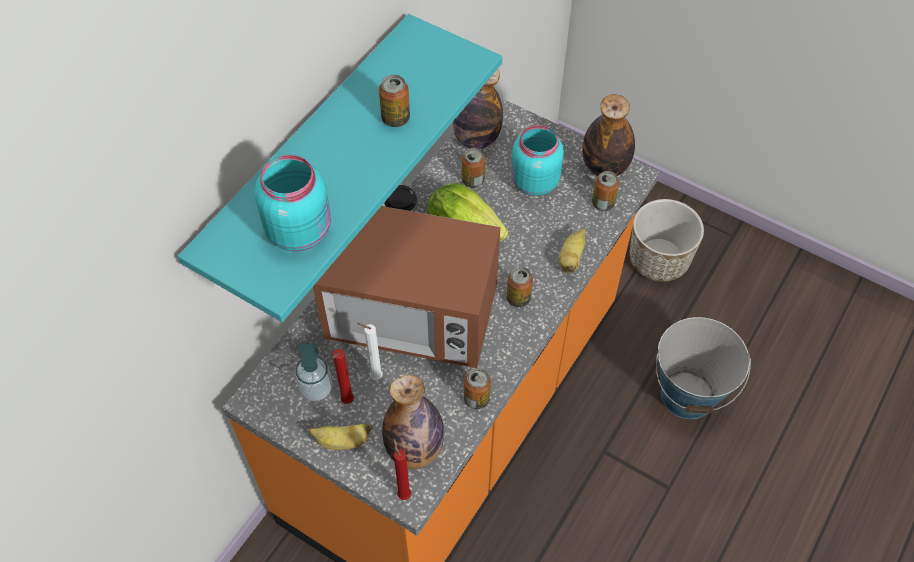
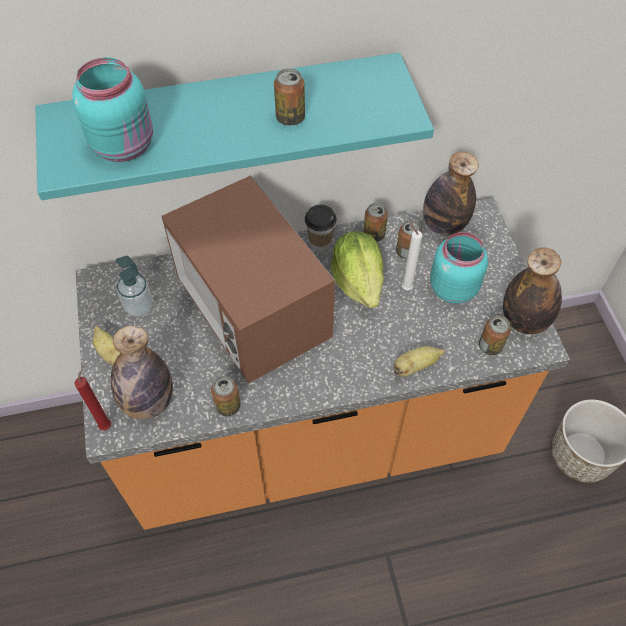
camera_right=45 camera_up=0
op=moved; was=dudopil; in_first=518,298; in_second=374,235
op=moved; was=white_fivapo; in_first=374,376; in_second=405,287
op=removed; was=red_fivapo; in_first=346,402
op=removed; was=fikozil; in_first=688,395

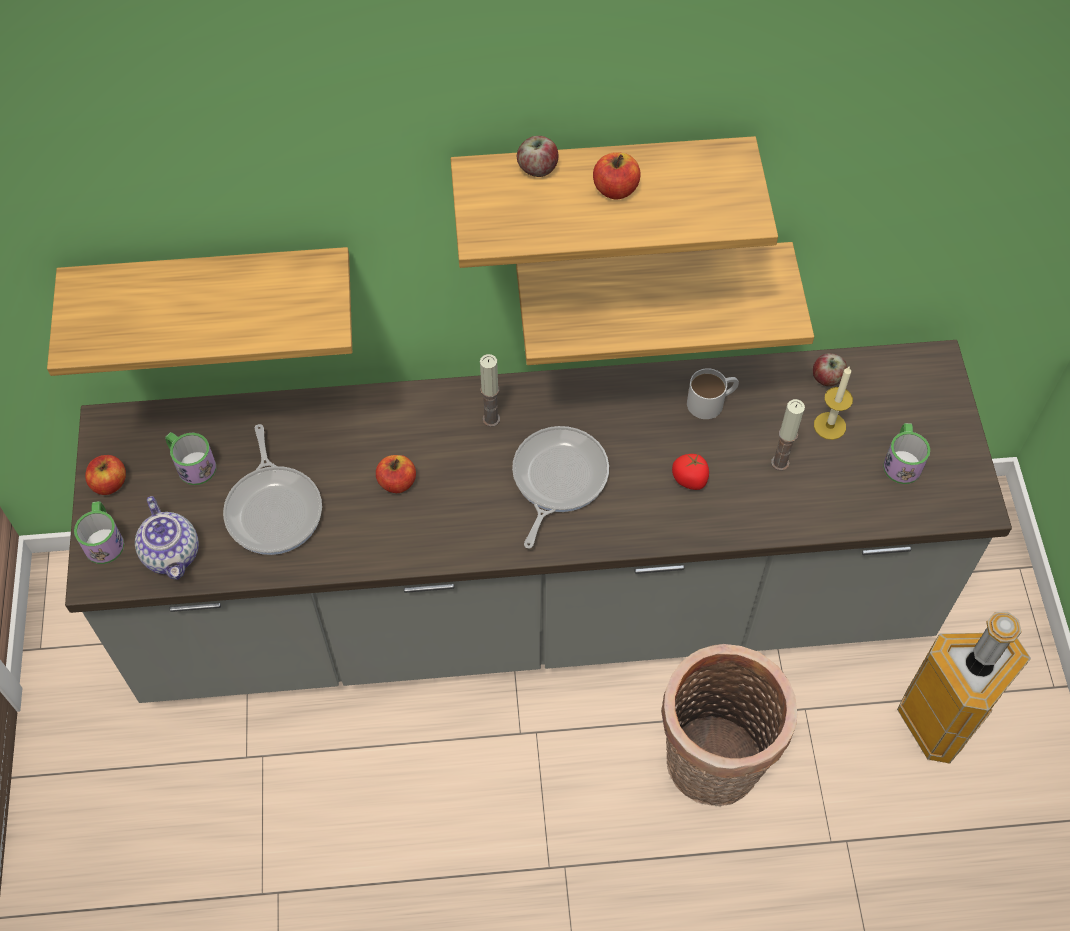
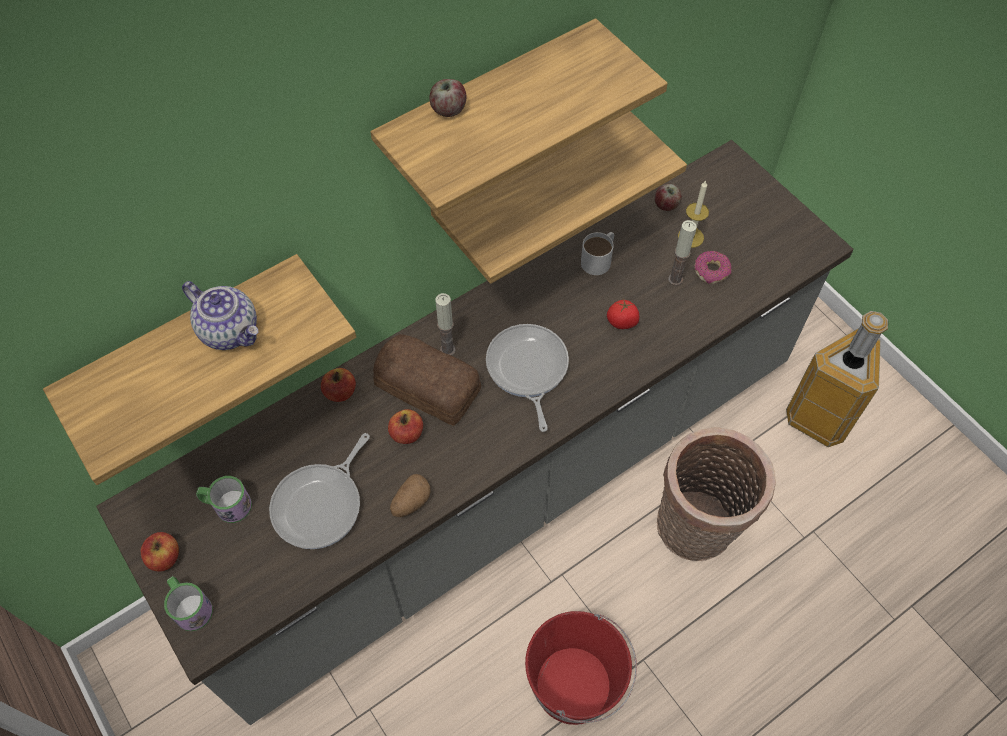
camera_right=-30 camera_up=0
op=moved; was=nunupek; in_first=173,554; in_second=230,330
op=turned; was=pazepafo; in_first=274,509; in_second=321,505; clockwise=75
op=moved; was=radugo; in_first=615,189; in_second=340,392
op=added; now=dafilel; in_second=427,385
op=added; now=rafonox; in_second=410,502
op=added; now=red_fikozil; in_second=575,685
op=added; now=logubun; in_second=711,271
op=removed; was=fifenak; in_first=902,460

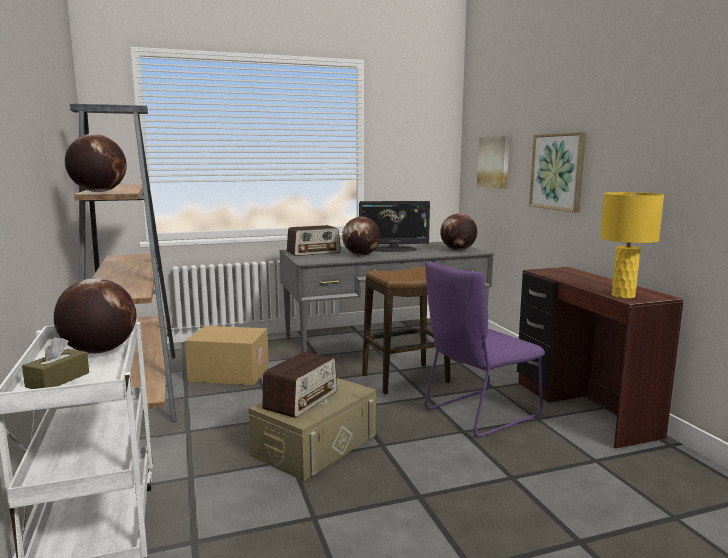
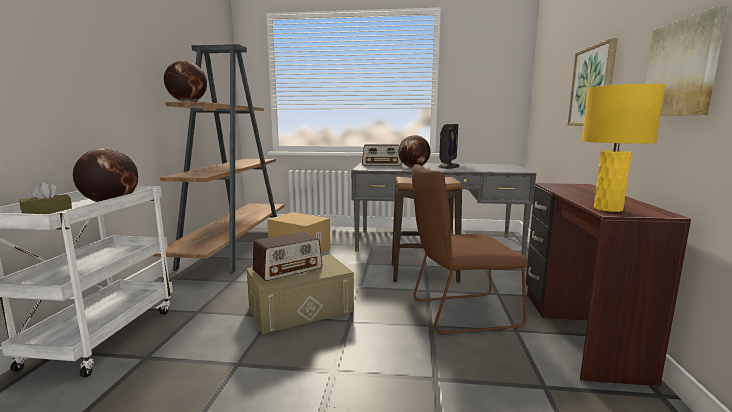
camera_right=25 camera_up=0
op=recoloured; was=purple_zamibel; now=brown_zamibel; in_first=478,413; in_second=460,313
op=turned; was=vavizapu; in_first=394,250; in_second=448,166; clockwise=-90
op=moved; was=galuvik; in_first=494,162; in_second=682,68
op=removed; was=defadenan; in_first=458,250

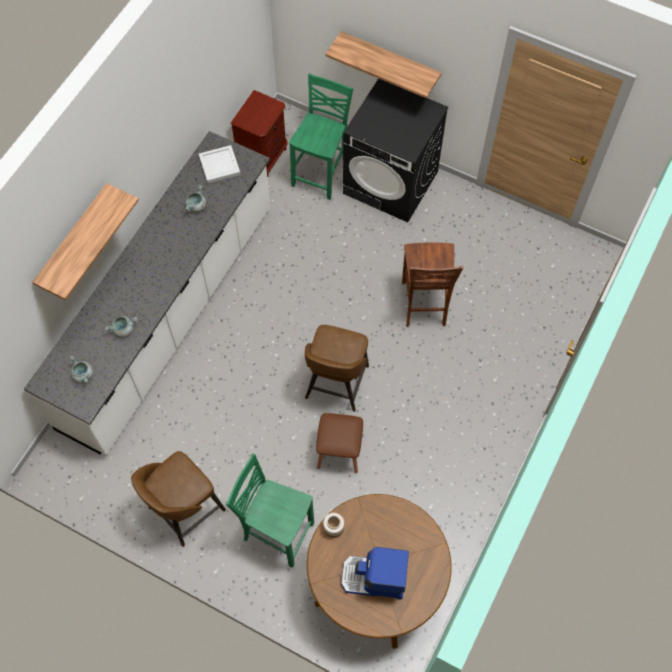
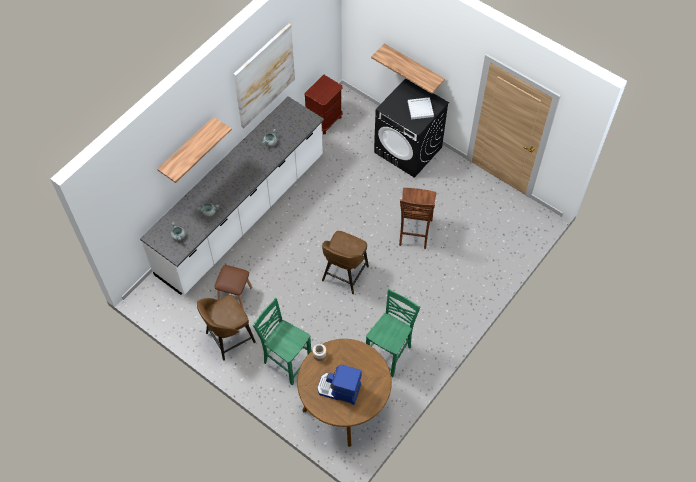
camera_right=10 camera_up=-5
op=moved; was=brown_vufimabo; in_first=339,451; in_second=235,294
op=added; now=galuvik; in_second=264,76
op=moved; was=green_zamibel; in_first=321,174; in_second=389,354
op=moved; was=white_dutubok; in_first=220,165; in_second=421,109

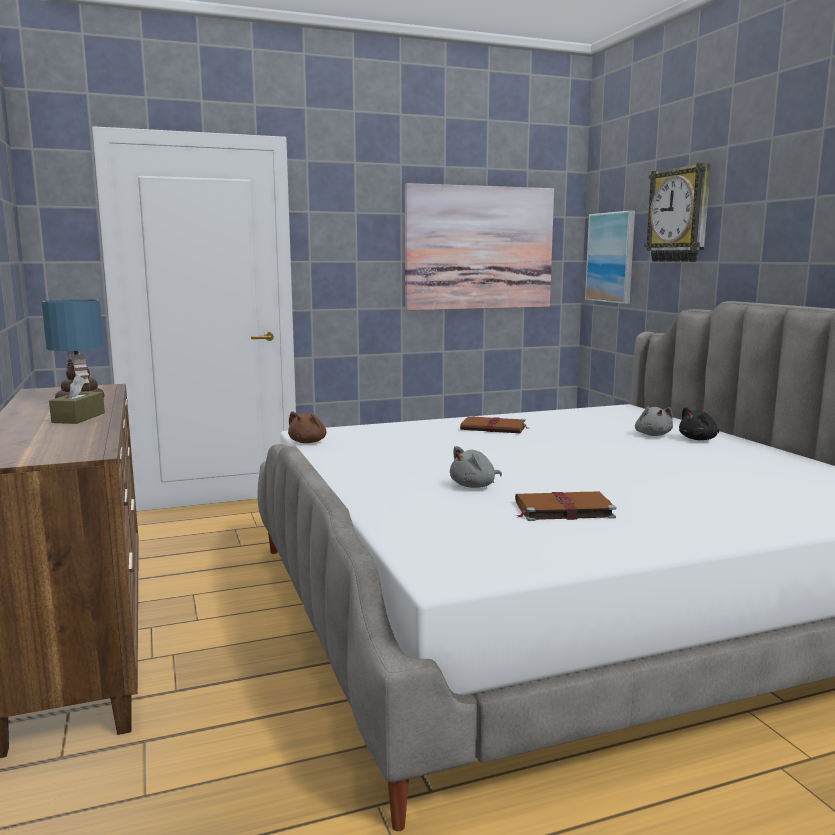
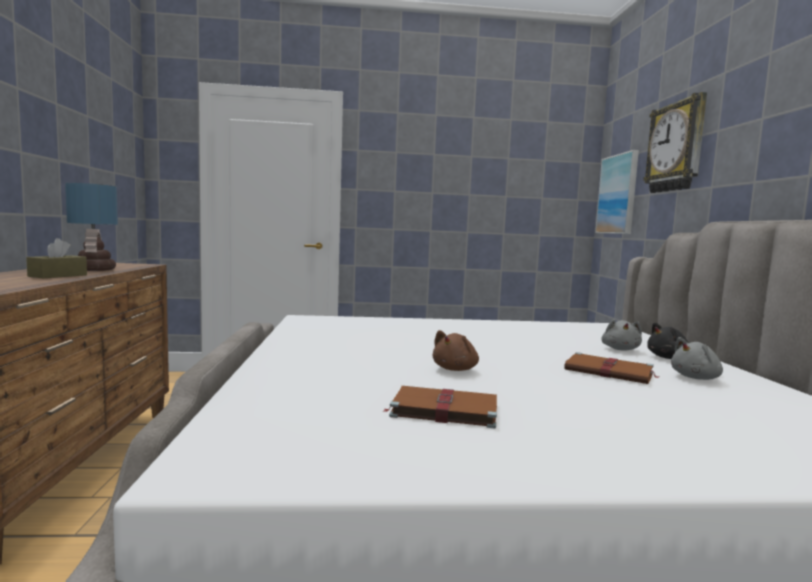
camera_right=15 camera_up=-5
op=moved; was=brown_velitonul; in_first=308,442; in_second=456,369
op=moved; was=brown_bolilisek; in_first=494,428; in_second=610,372
op=moved; was=grey_velitonul; in_first=475,486; in_second=697,378
op=removed; was=galuvik; in_first=479,248

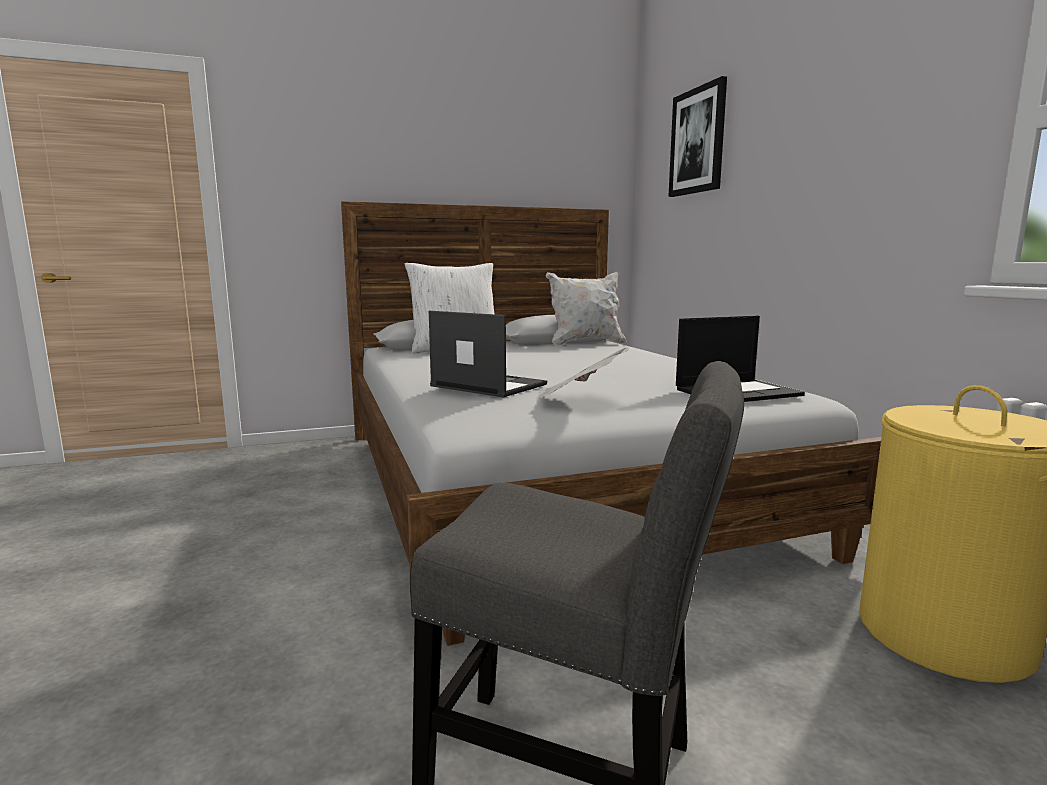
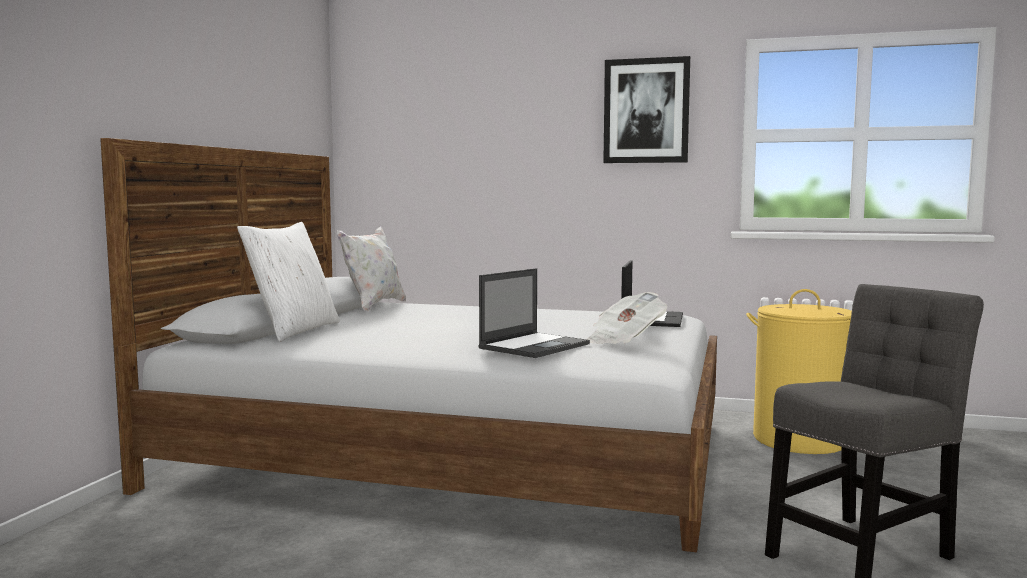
camera_right=-55 camera_up=-5
op=turned; was=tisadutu; in_first=487,385; in_second=535,346; clockwise=150
op=moved; was=galuvik; in_first=698,141; in_second=646,111

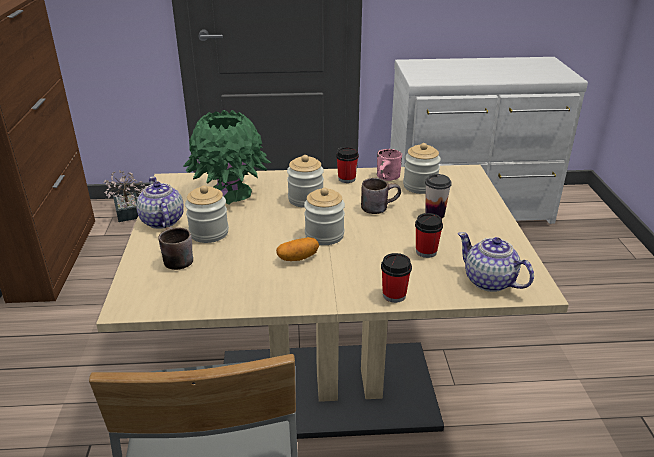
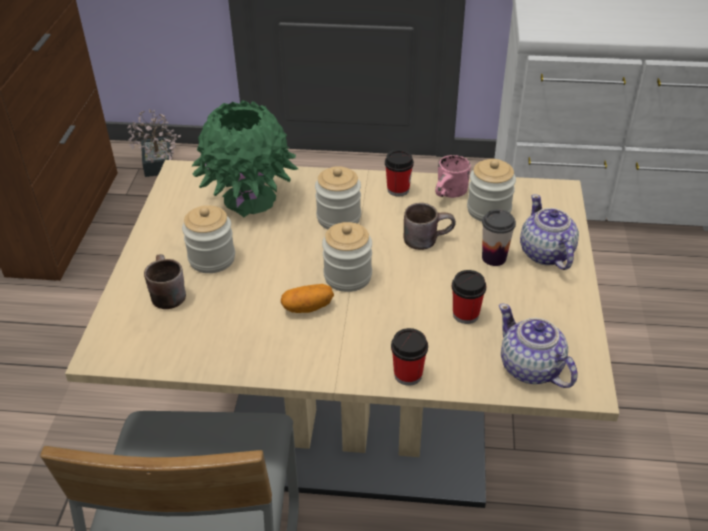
camera_right=10 camera_up=10
op=moved; was=nunupek; in_first=162,221; in_second=545,254

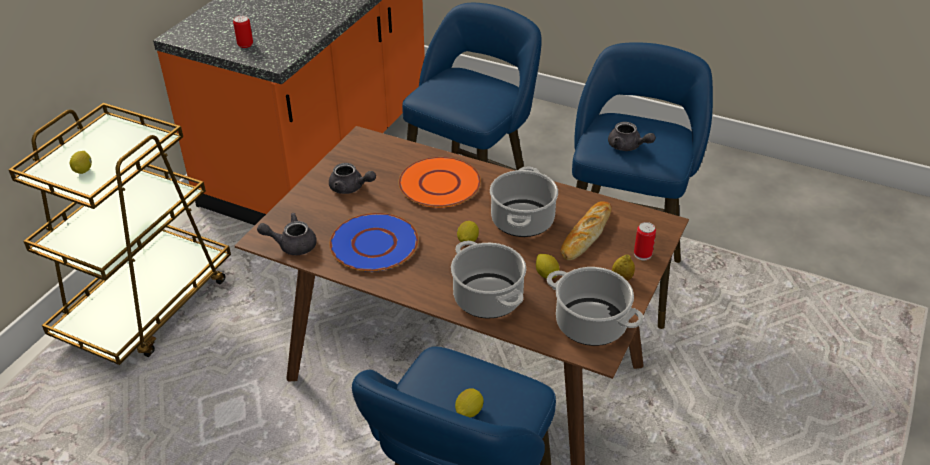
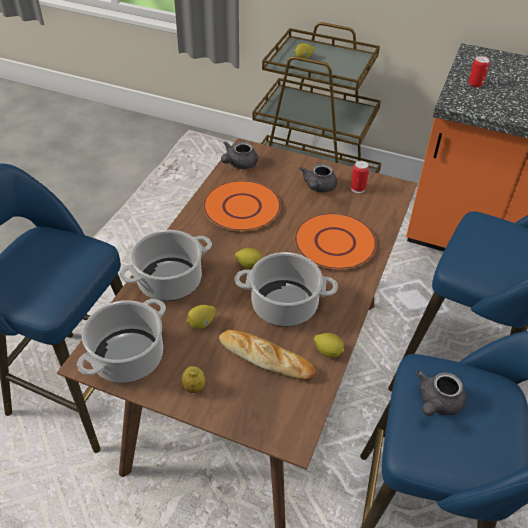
camera_right=85 camera_up=5
op=recoloured; was=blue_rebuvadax; now=orange_rebuvadax; in_first=373,244; in_second=241,207
op=turned; was=grey_nunupek; in_first=292,245; in_second=238,164; clockwise=-135
op=moved; was=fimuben; in_first=468,412; in_second=328,351
op=moved; was=dudopil; in_first=642,254; in_second=358,188

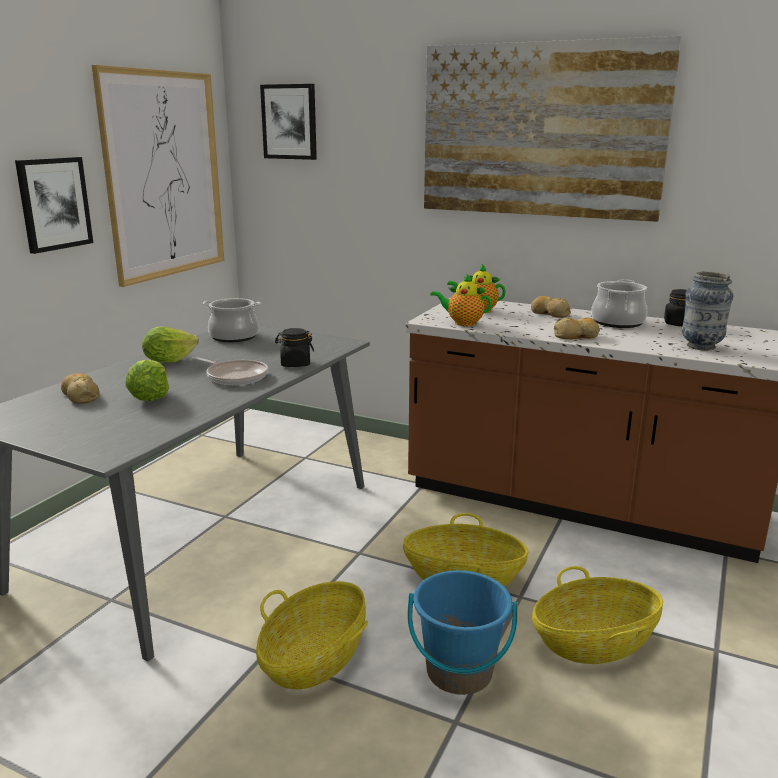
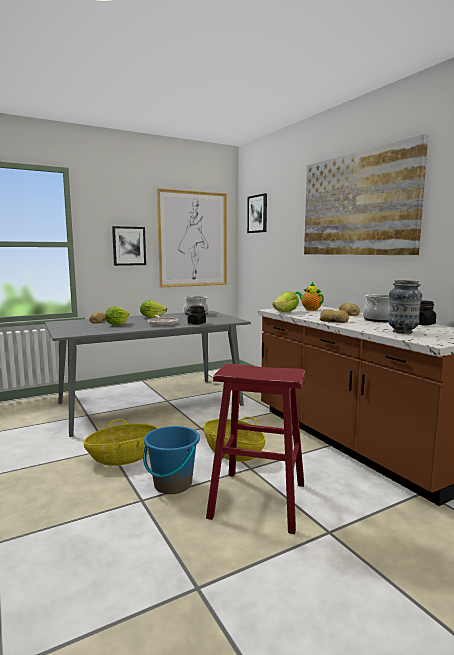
camera_right=35 camera_up=-10
op=replaced; was=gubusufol; now=red_vufimabo; in_first=594,642; in_second=258,500
op=replaced; was=nunupek; now=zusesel; in_first=462,323; in_second=286,312

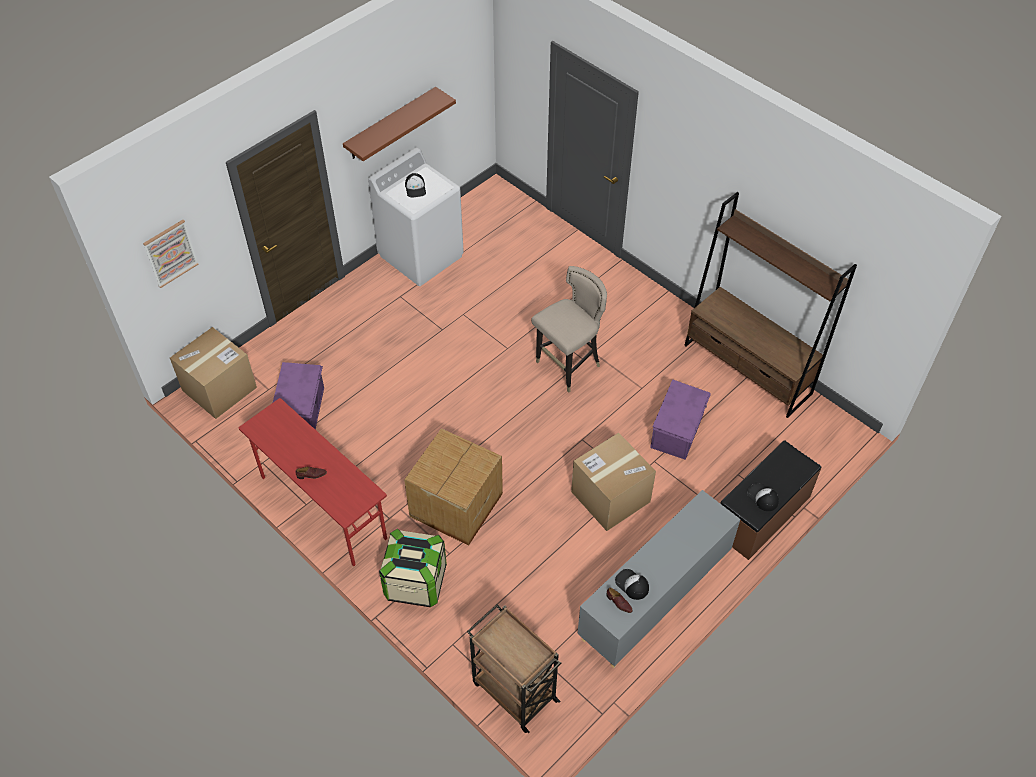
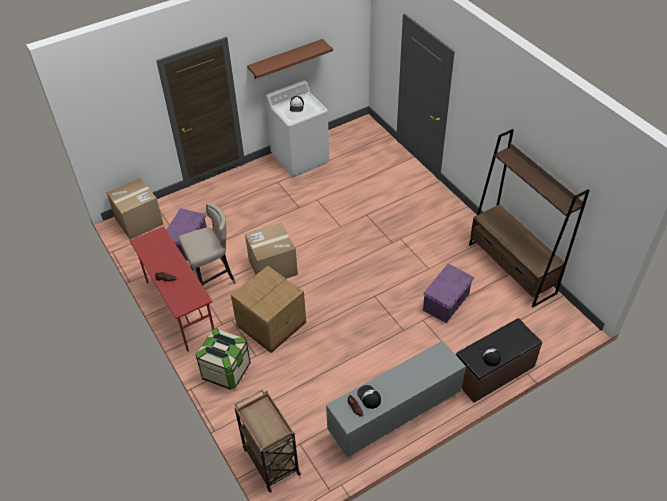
camera_right=15 camera_up=-5
op=moved; was=beige_vufimabo; in_first=568,366; in_second=213,279
op=moved; was=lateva; in_first=610,497; in_second=273,267
op=removed; was=galuvik; in_first=170,253

